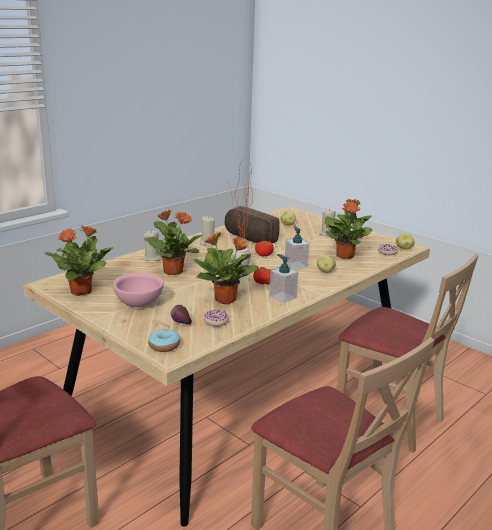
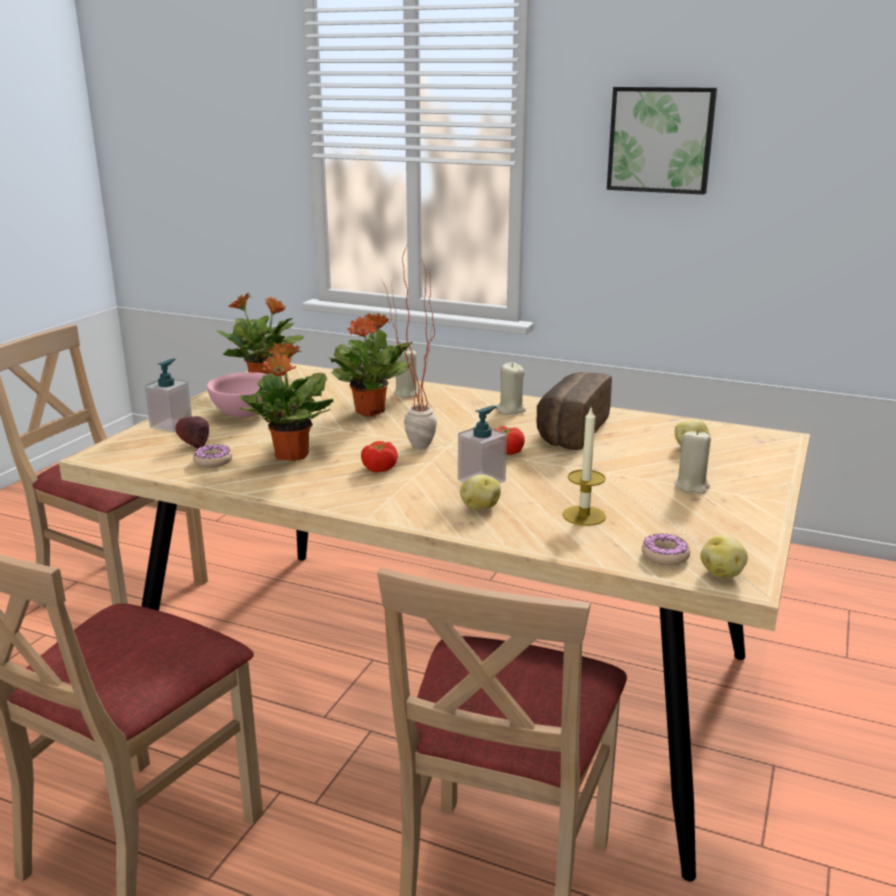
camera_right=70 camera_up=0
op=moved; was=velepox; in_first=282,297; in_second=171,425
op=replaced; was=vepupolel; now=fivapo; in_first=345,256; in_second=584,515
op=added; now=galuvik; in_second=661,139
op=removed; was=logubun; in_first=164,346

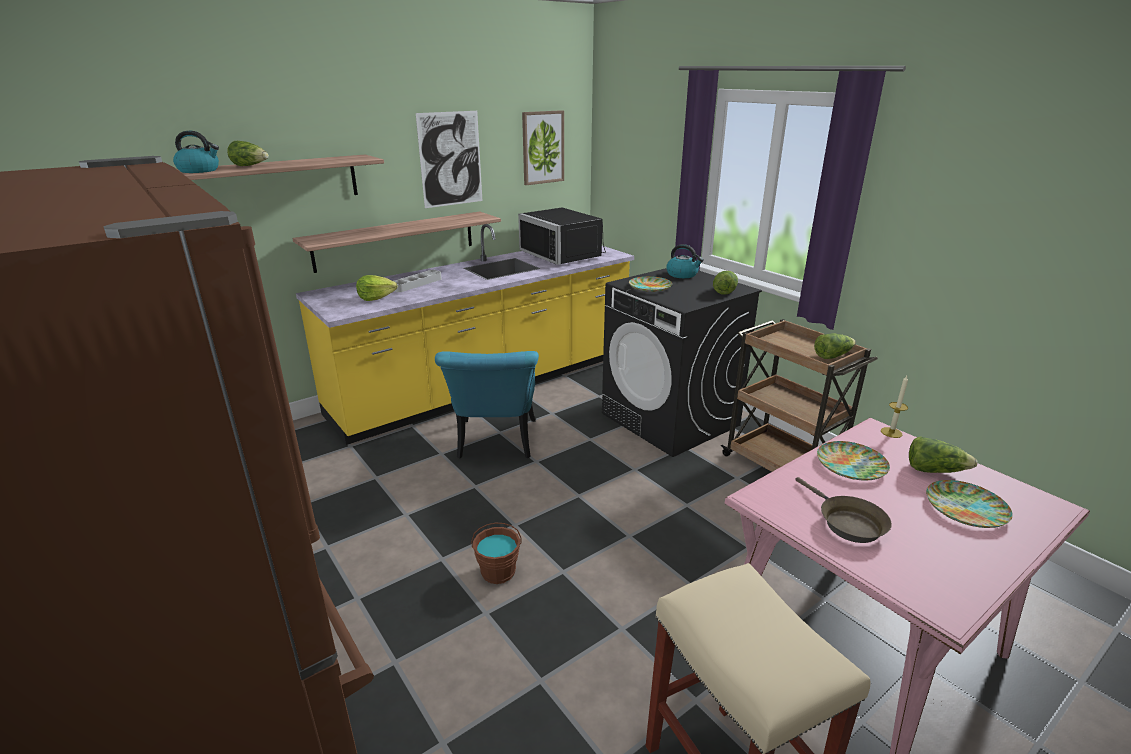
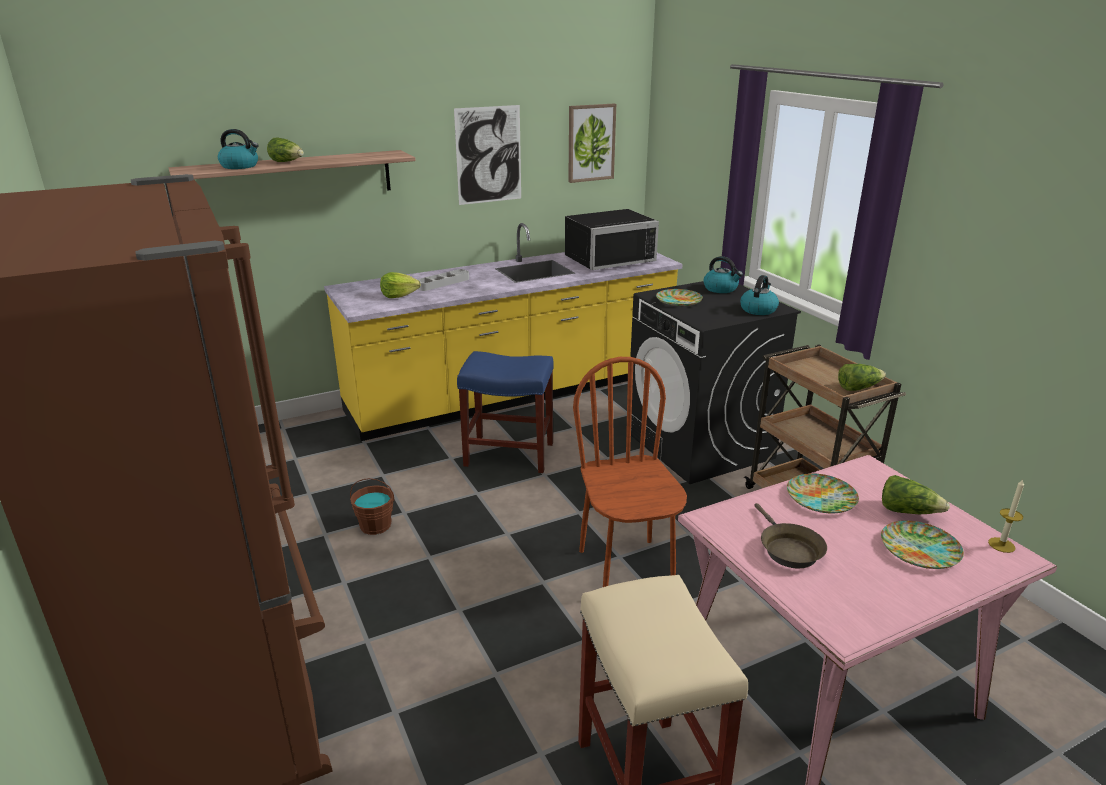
camera_right=10 camera_up=0
op=moved; was=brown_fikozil; in_first=498,571; in_second=376,525
op=replaced; was=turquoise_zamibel; now=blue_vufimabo; in_first=496,444; in_second=507,454
op=turned; was=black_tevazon; in_first=565,254; in_second=607,259; clockwise=-90
op=added; now=brown_zamibel; in_second=626,569
op=replaced; was=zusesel; now=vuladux; in_first=724,291; in_second=758,309
op=moved; was=fivapo; in_first=891,432; in_second=1001,545
op=removed; was=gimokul; in_first=396,241

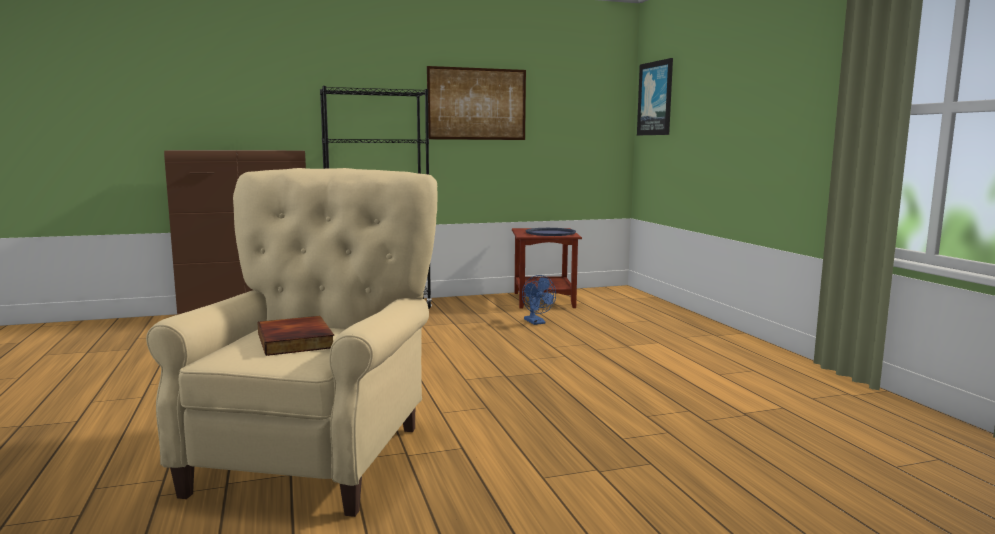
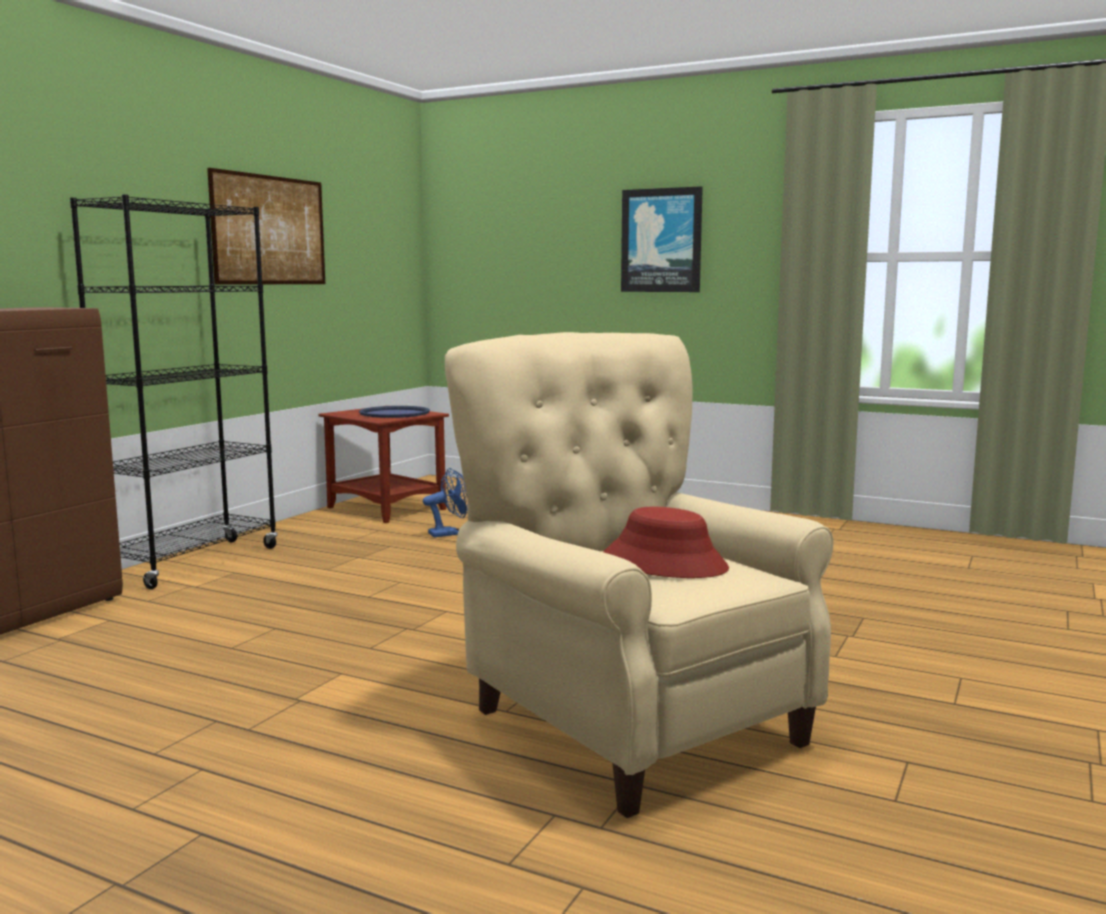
camera_right=-45 camera_up=0
op=turned; was=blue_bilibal; in_first=536,322; in_second=450,533; clockwise=-45
op=replaced; was=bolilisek; now=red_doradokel; in_first=297,340; in_second=664,563
op=moved; was=galuvik; in_first=655,98; in_second=661,240

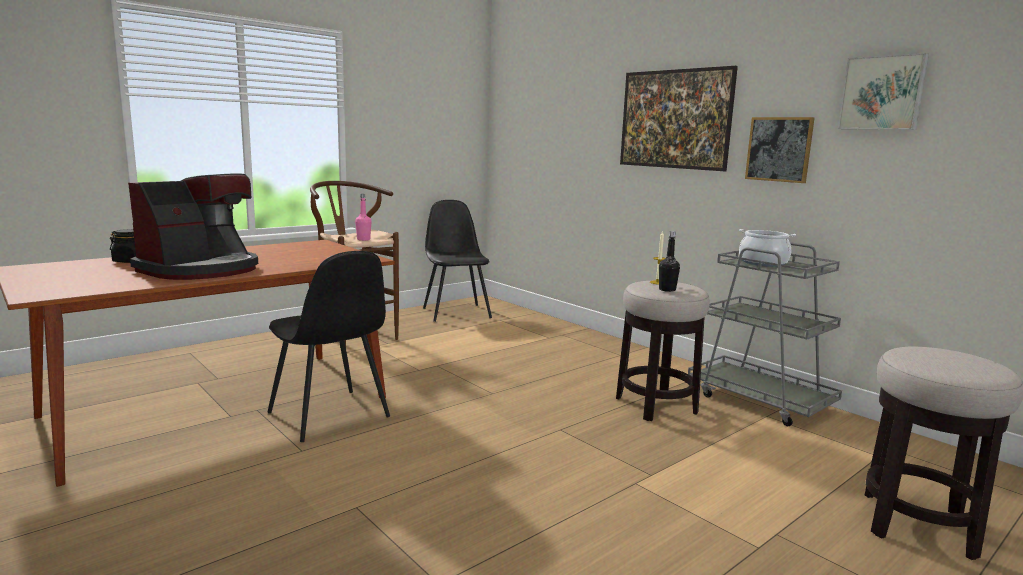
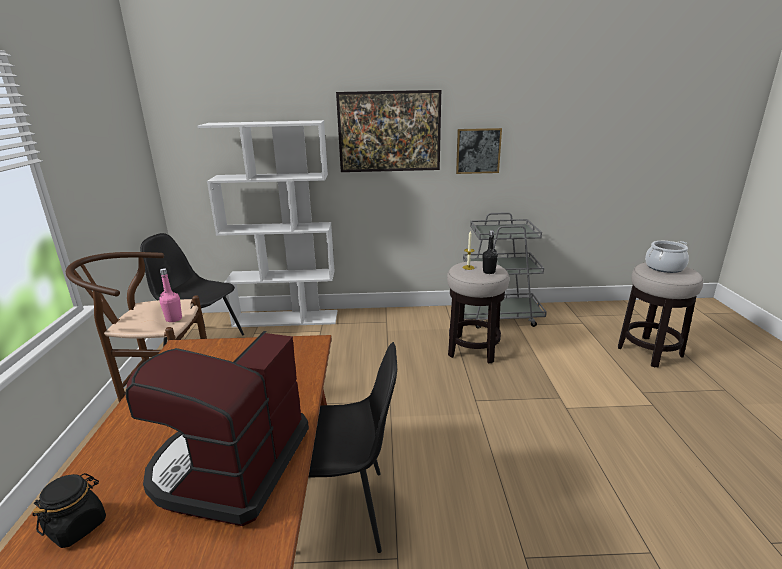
camera_right=-50 camera_up=10
op=turned; was=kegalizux; in_first=201,269; in_second=230,466; clockwise=-150
op=added; now=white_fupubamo; in_second=286,318
op=moved; was=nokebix; in_first=763,263; in_second=664,267
op=removed; was=galuvik; in_first=882,93

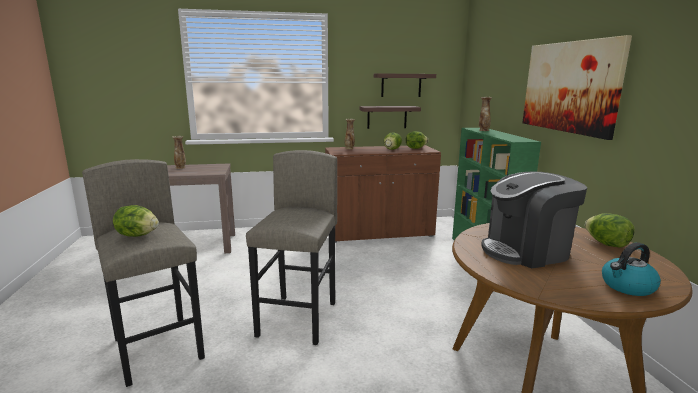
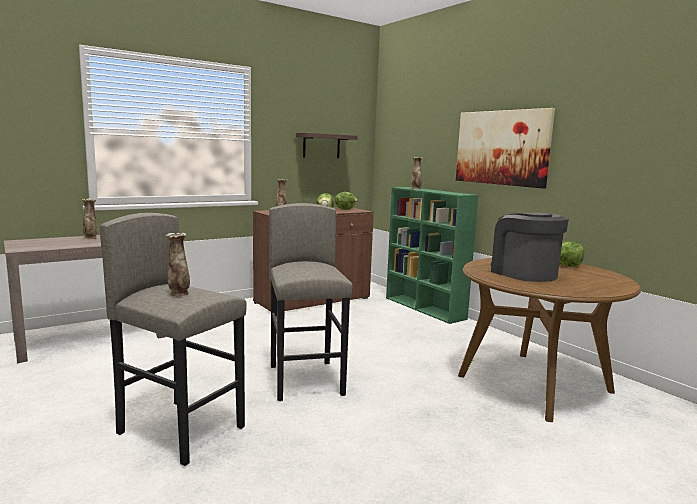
camera_right=-25 camera_up=-5
op=replaced; was=zusesel; now=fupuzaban; in_first=137,235; in_second=178,294
op=turned; was=kegalizux; in_first=526,251; in_second=523,273; clockwise=105
op=removed; was=gimokul; in_first=387,117
op=removed; was=vuladux; in_first=627,287

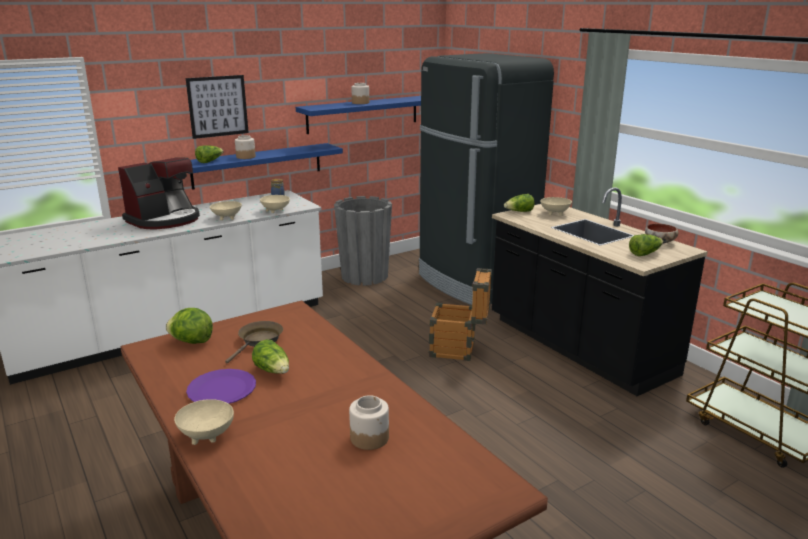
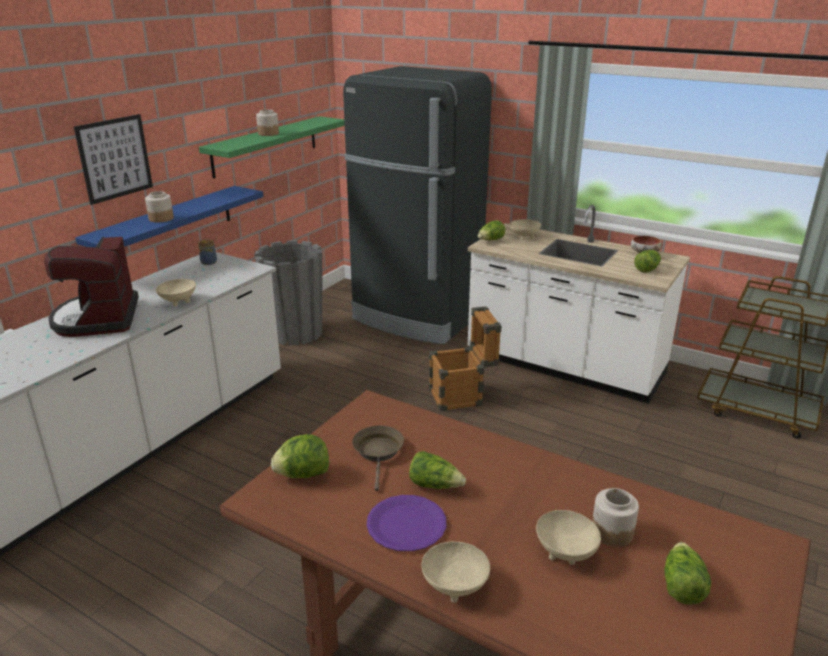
camera_right=-25 camera_up=5
op=turned; was=kegalizux; in_first=164,220; in_second=98,319; clockwise=150
op=recoloured; was=blue_gimokul; now=green_gimokul; in_first=363,114; in_second=266,146
op=recoloured; was=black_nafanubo; now=white_nafanubo; in_first=578,347; in_second=564,366
op=moved; was=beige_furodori; in_first=275,211; in_second=566,553
op=moved; was=zusesel; in_first=209,161; in_second=681,585

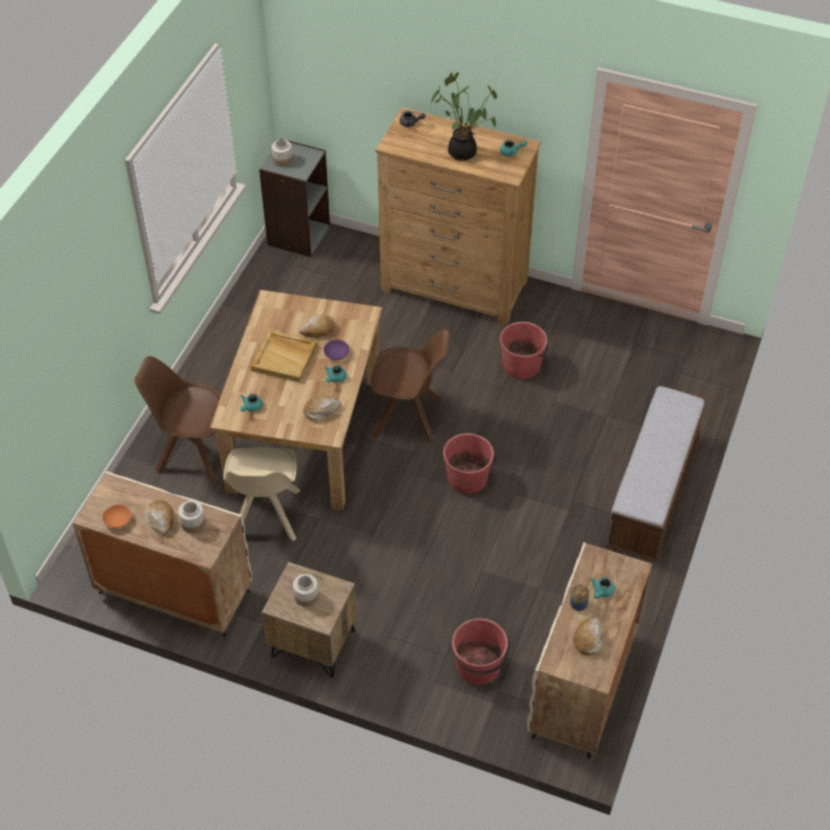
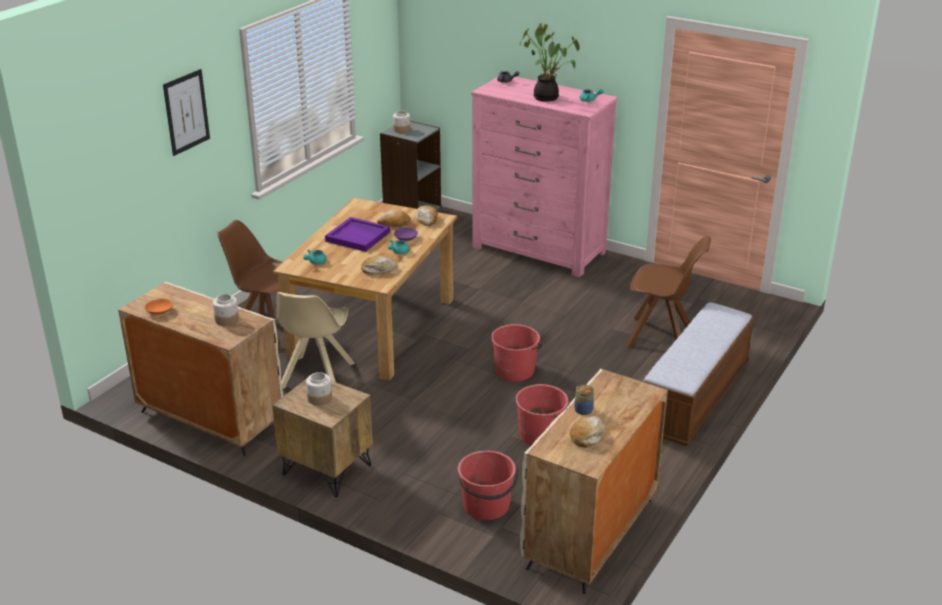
camera_right=10 camera_up=-20
op=added; now=galuvik; in_second=186,112
op=recoloured; was=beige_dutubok; now=purple_dutubok; in_first=285,357; in_second=358,236
op=moved; was=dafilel; in_first=161,519; in_second=427,219
op=recoloured; was=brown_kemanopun; now=pink_kemanopun; in_first=454,286; in_second=539,250
op=moved; was=red_fikozil; in_first=522,365; in_second=541,434
op=moved; was=brown_zamibel; in_first=409,417; in_second=661,336
op=removed; was=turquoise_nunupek; in_first=601,591

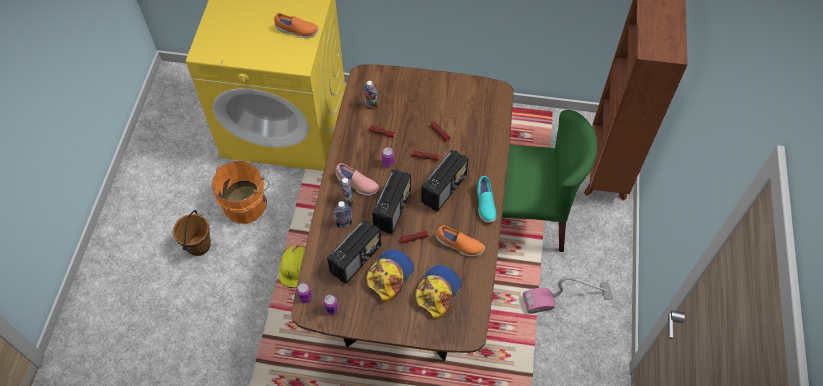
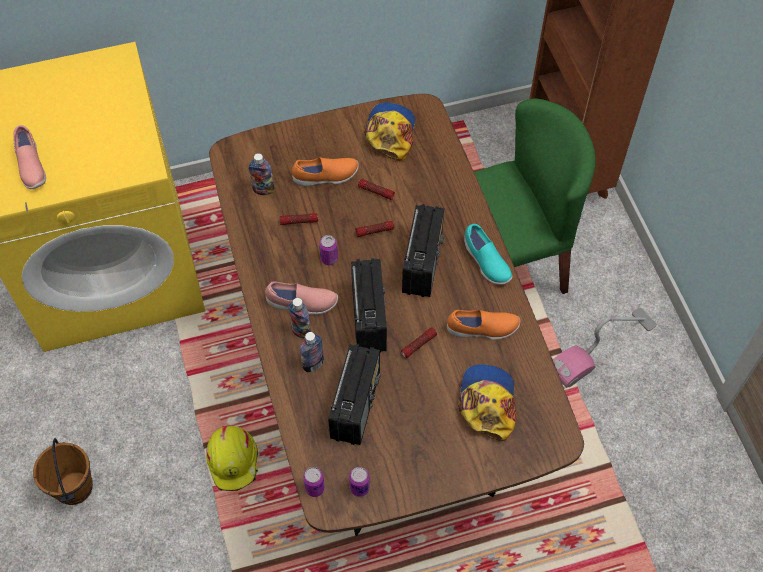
camera_right=-25 camera_up=0
op=added; now=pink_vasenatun; in_second=31,167
op=moved; was=orange_vasenatun; in_first=297,31; in_second=326,177
op=moved; was=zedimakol; in_first=389,275; in_second=390,133
op=removed; was=orange_fikozil; in_first=246,203

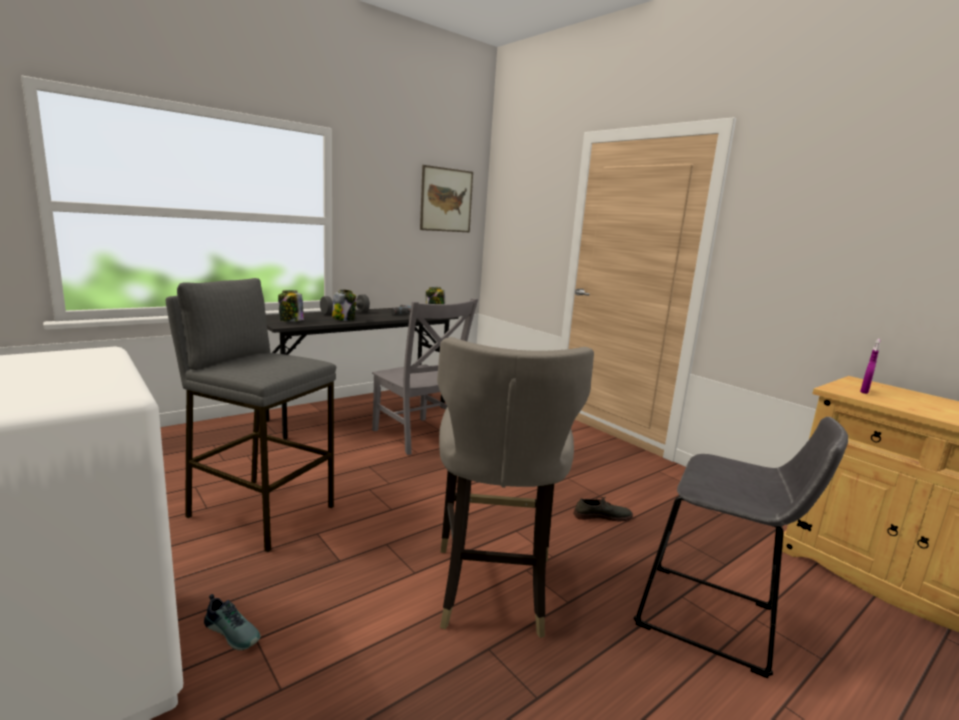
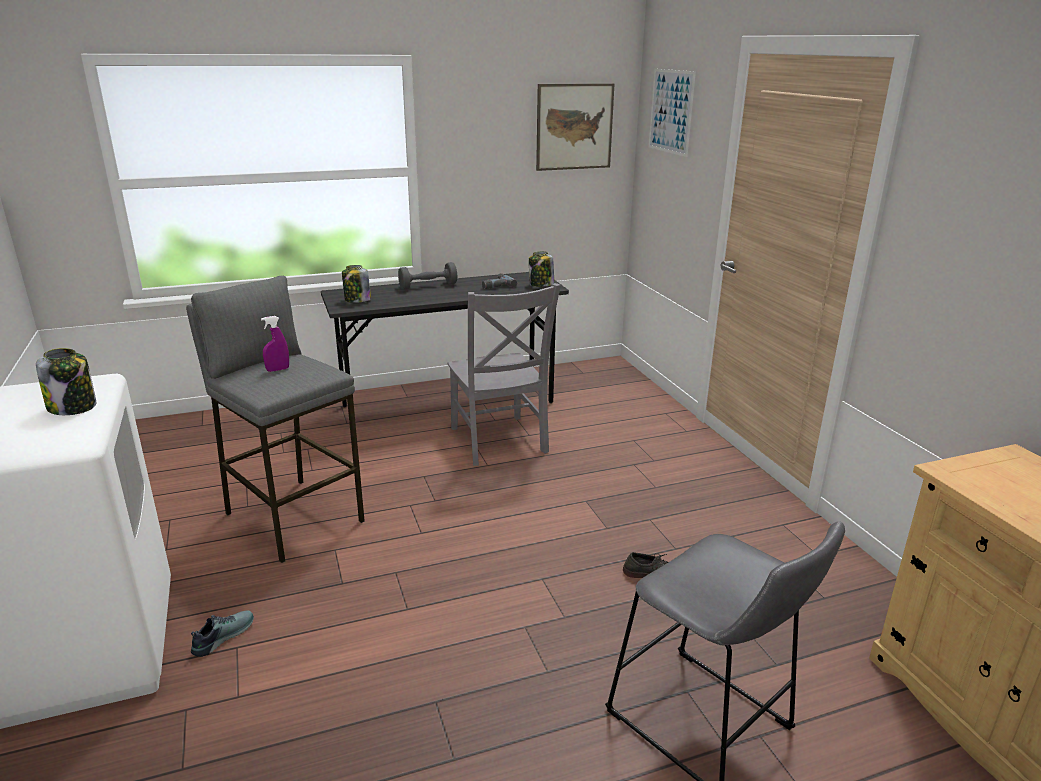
camera_right=20 camera_up=10
op=moved; was=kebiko; in_first=344,319; in_second=73,407
op=turned; was=vasenatun; in_first=234,631; in_second=222,636; clockwise=-105
op=moved; was=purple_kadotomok; in_first=864,392; in_second=278,369
op=added; now=galuvik; in_second=671,111
op=removed; was=grey_vufimabo; in_first=492,589

